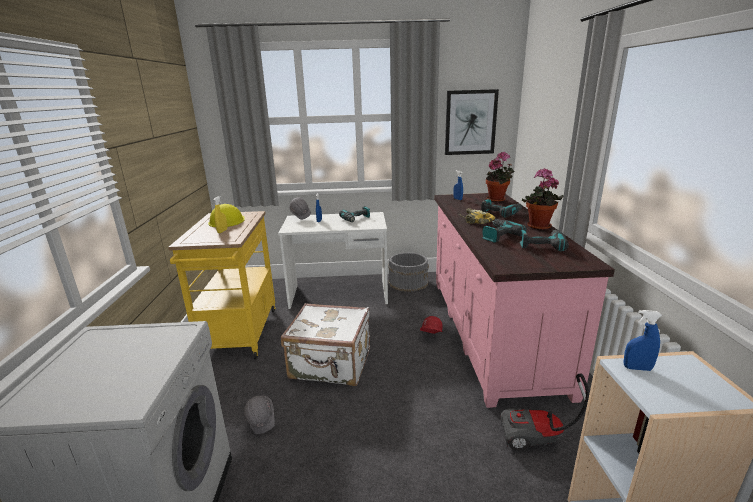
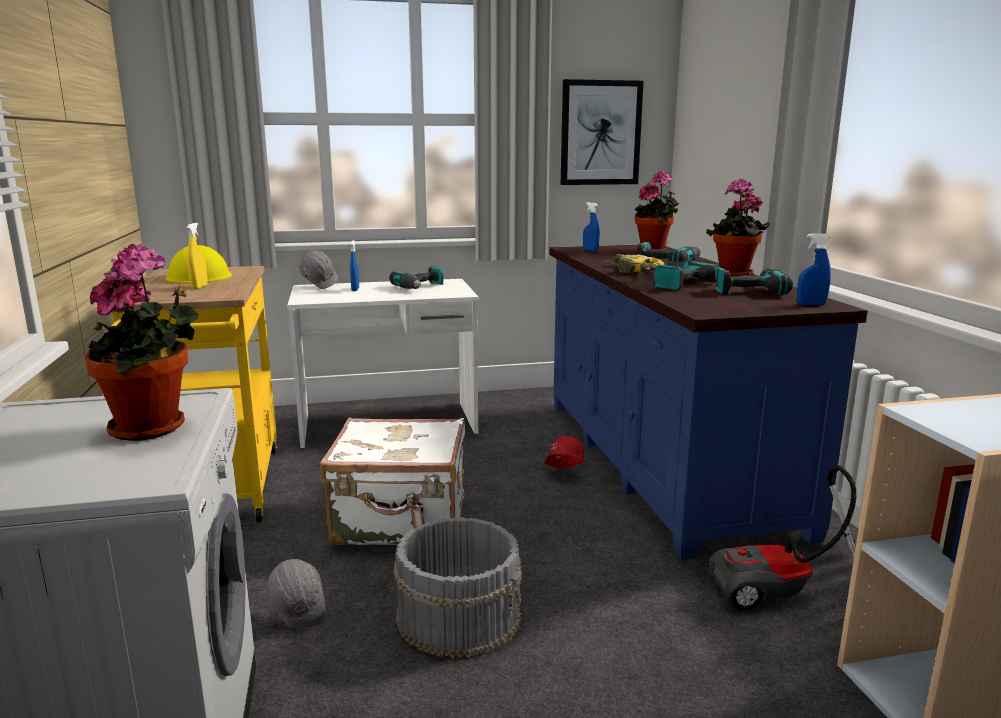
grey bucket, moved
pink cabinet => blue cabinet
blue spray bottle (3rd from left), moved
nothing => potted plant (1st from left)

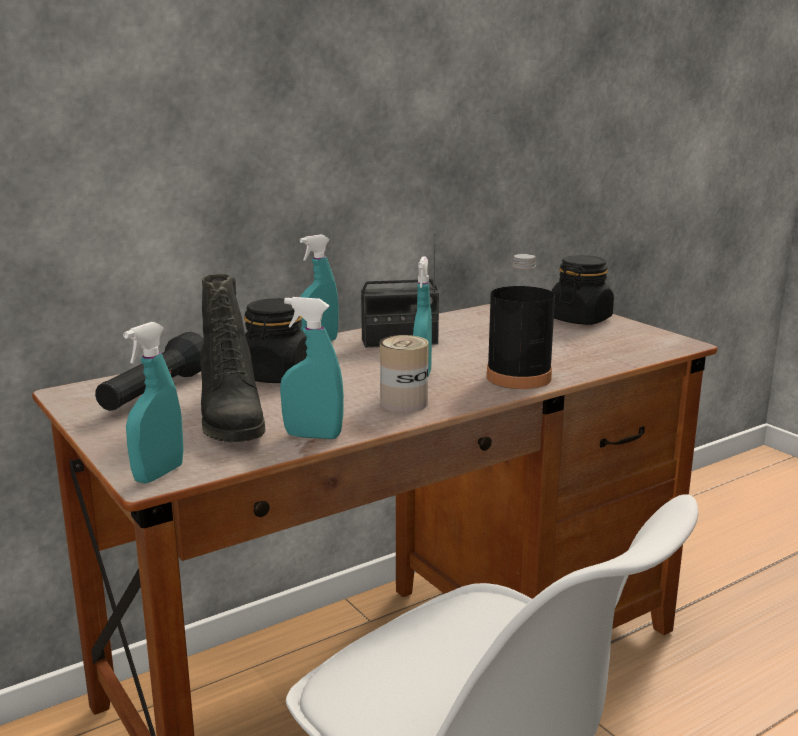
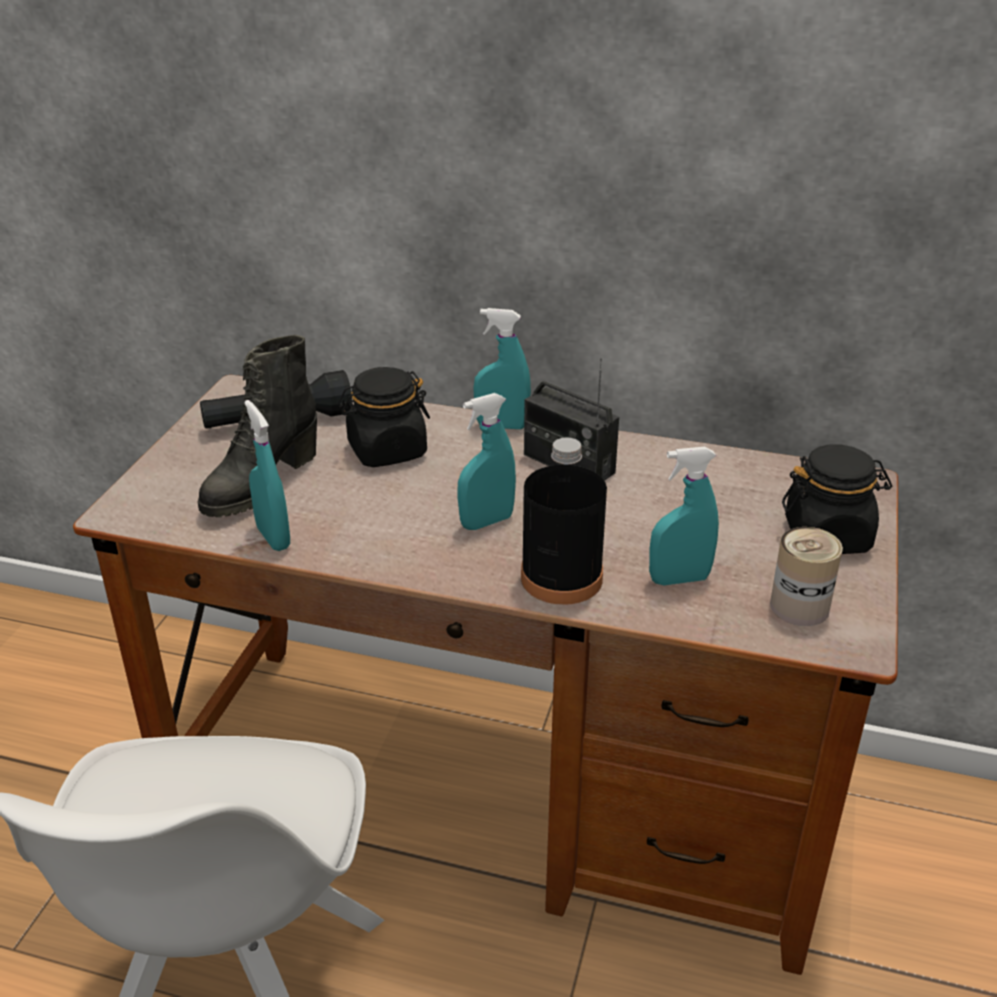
turquoise spray bottle (1st from left in the first image) => turquoise spray bottle (4th from left), moved
can, moved

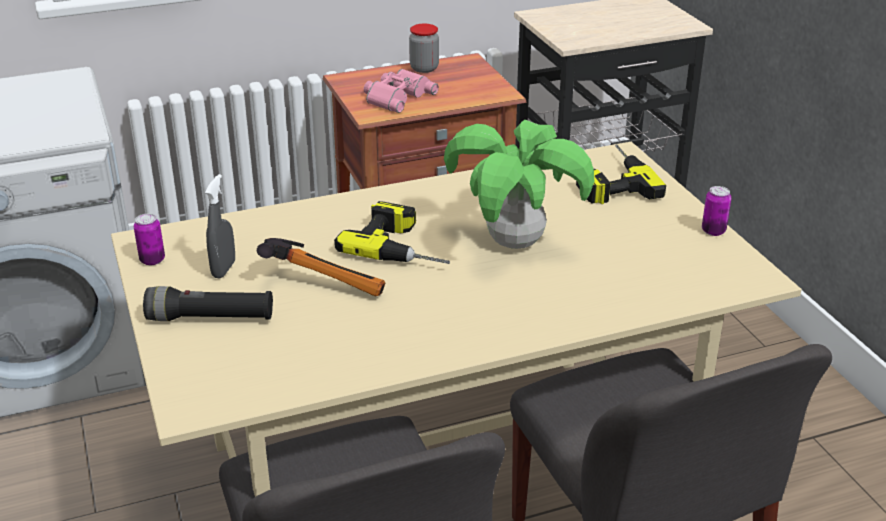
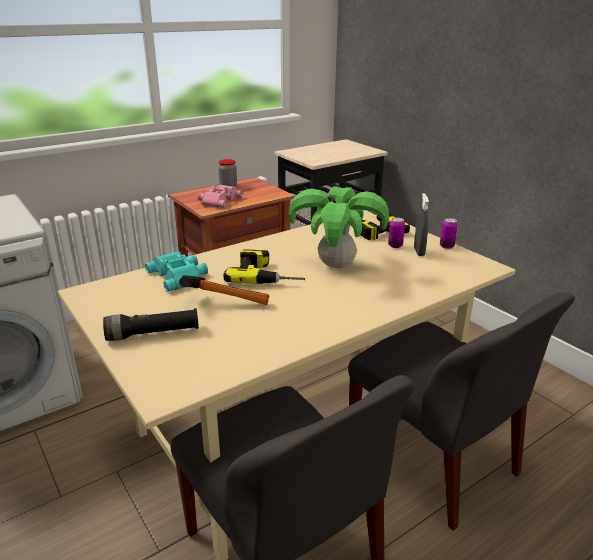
can (1st from left), moved
grey spray bottle, moved
nothing => turquoise binoculars

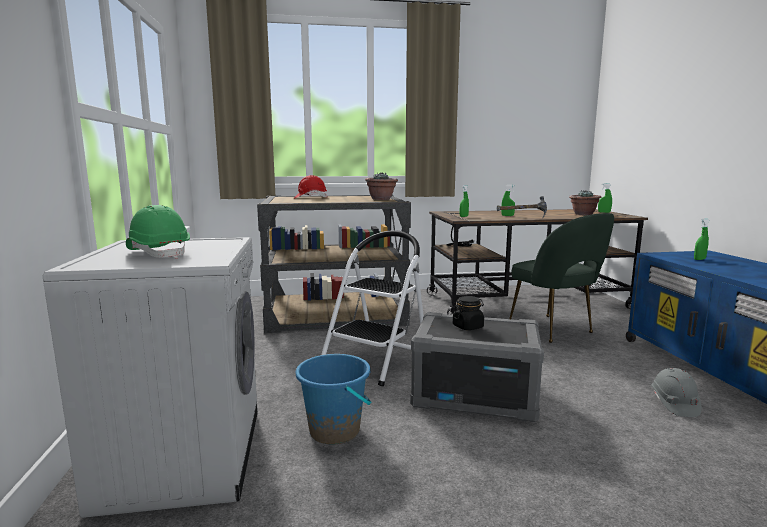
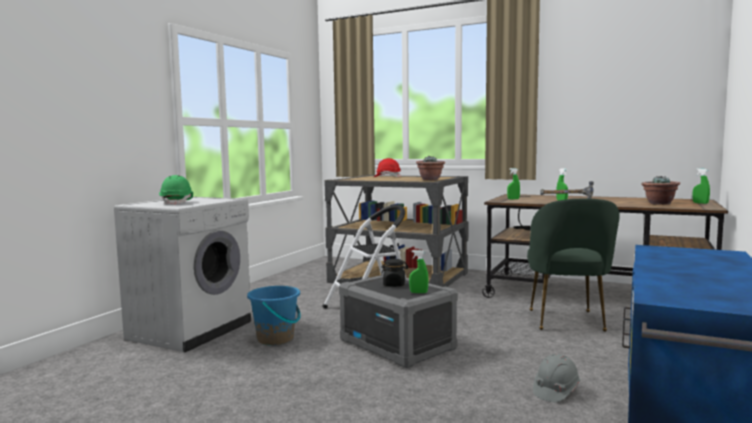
green spray bottle (4th from left in the first image) => green spray bottle (1st from left), moved

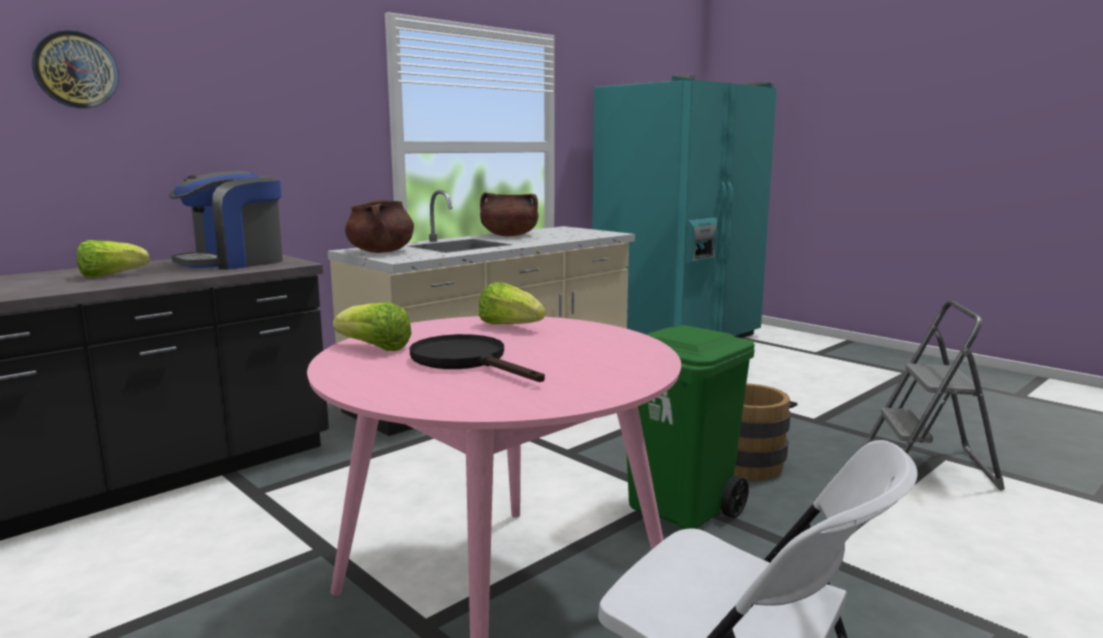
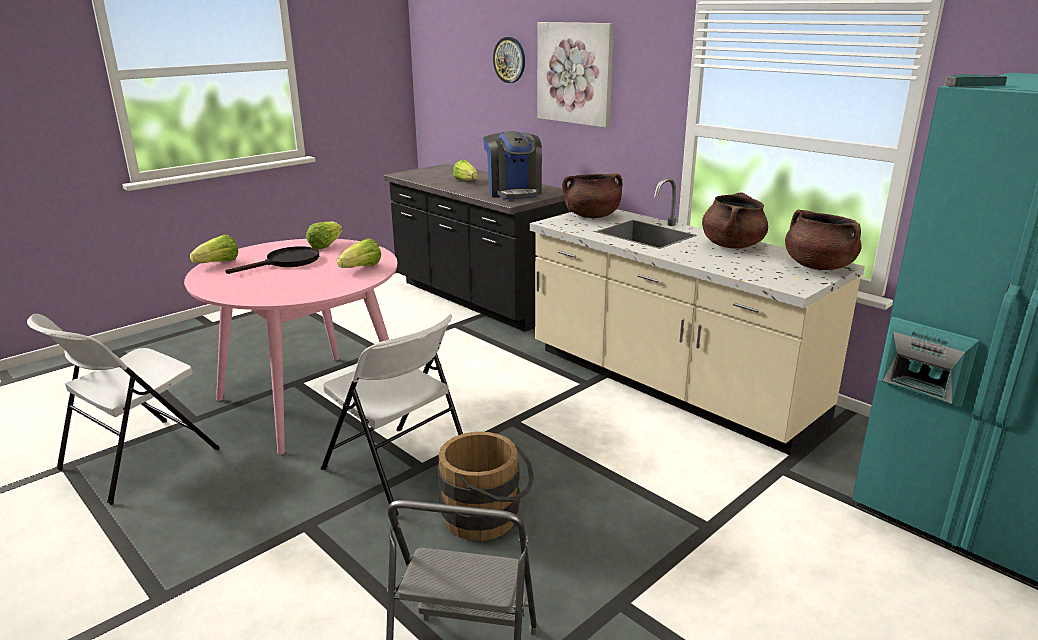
coffee machine, 150 degrees counterclockwise
green trash can => white chair (2nd from left)
nothing => lettuce (1st from left)
nothing => picture
nothing => brown cooking pot (3rd from left)

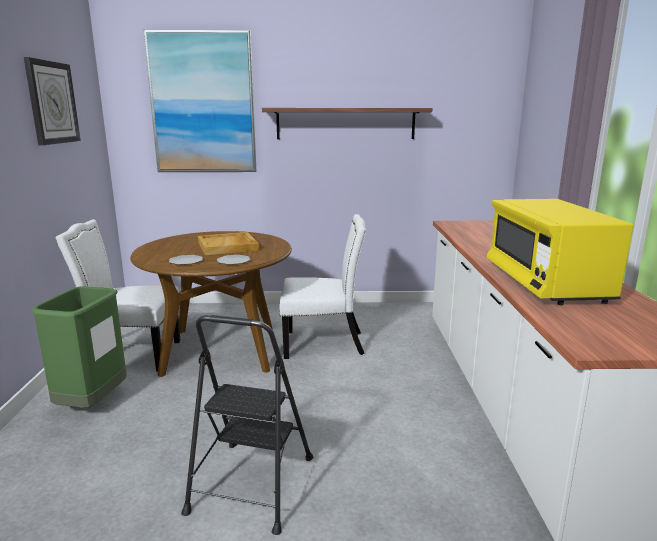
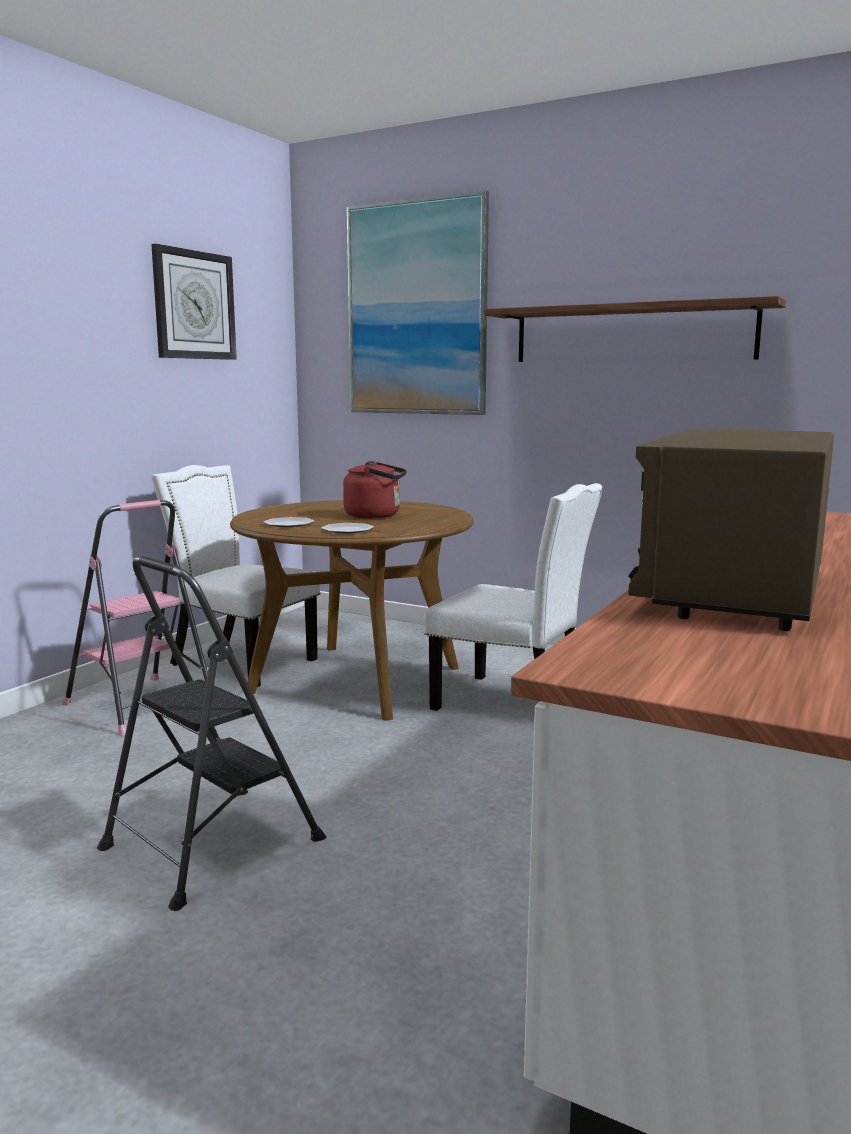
green trash can => pink step ladder
beige tray => red kettle
yellow microwave => brown microwave

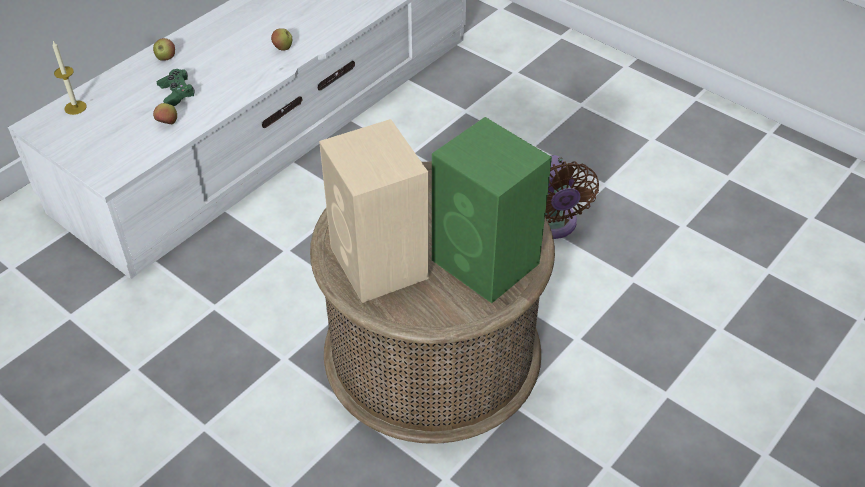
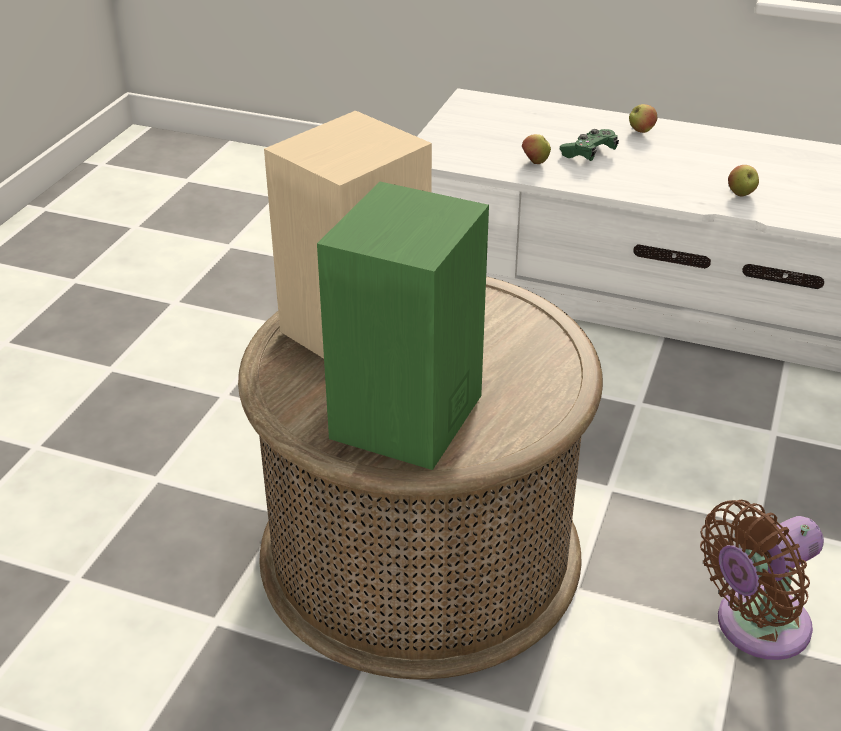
candle => nothing

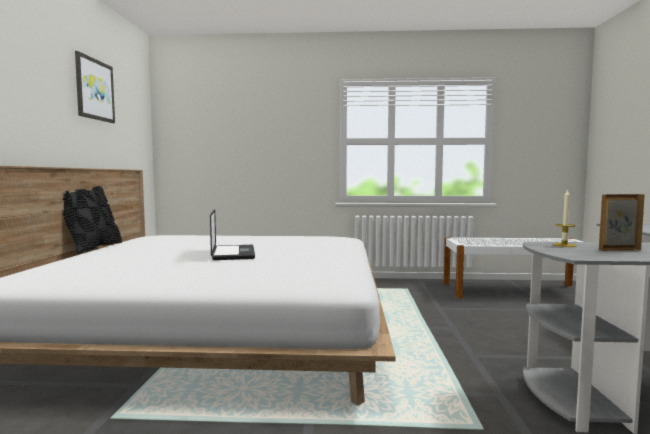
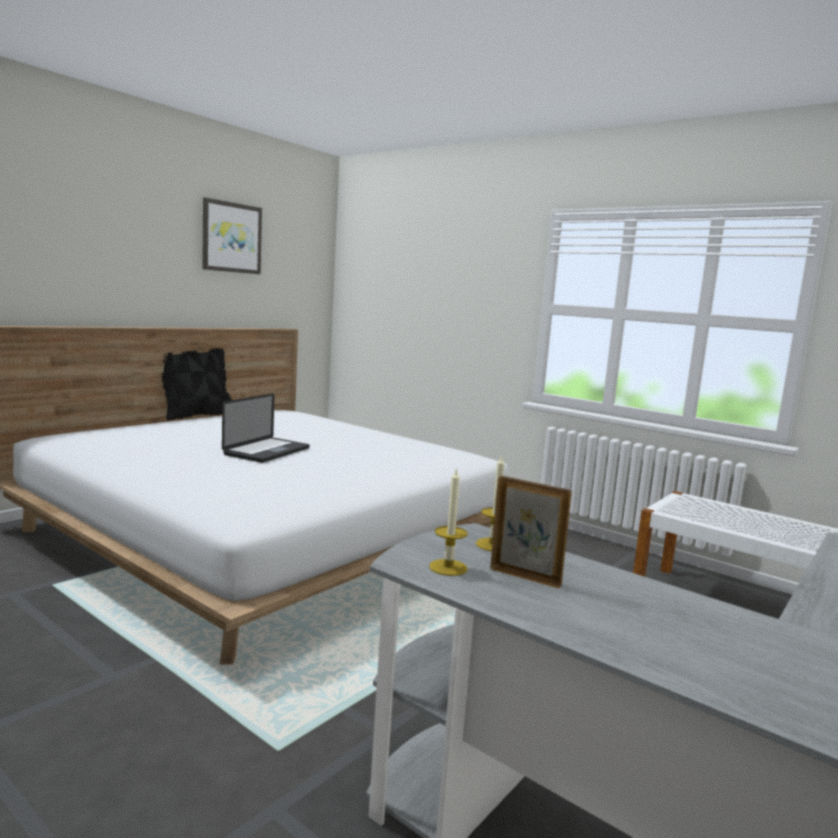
nothing => candle (1st from left)

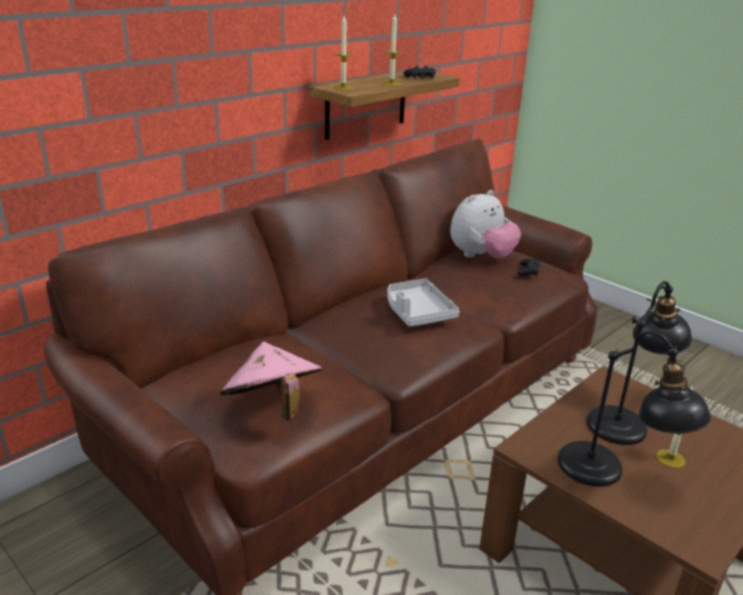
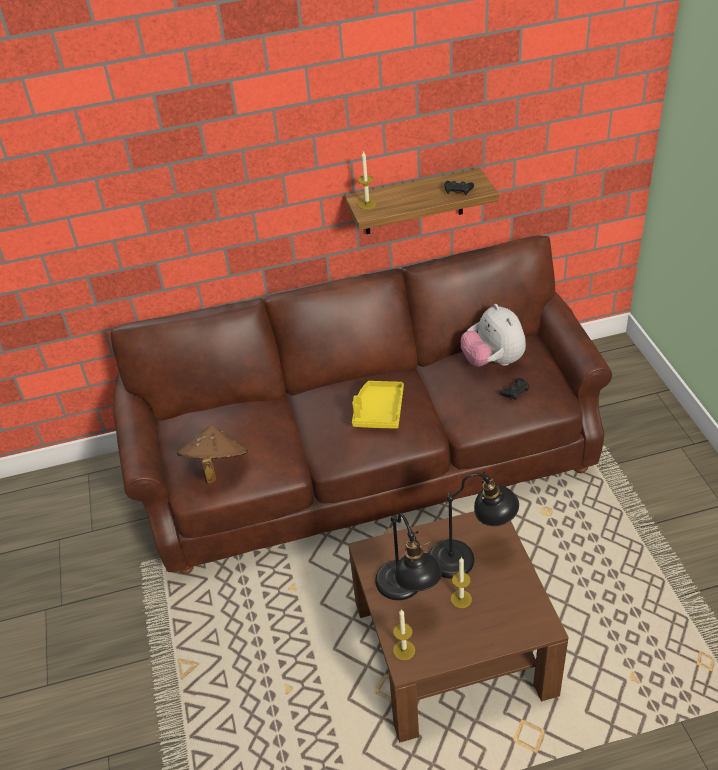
pink hat => brown hat
candle (2nd from left), moved
grey tray => yellow tray
plush toy, 75 degrees clockwise

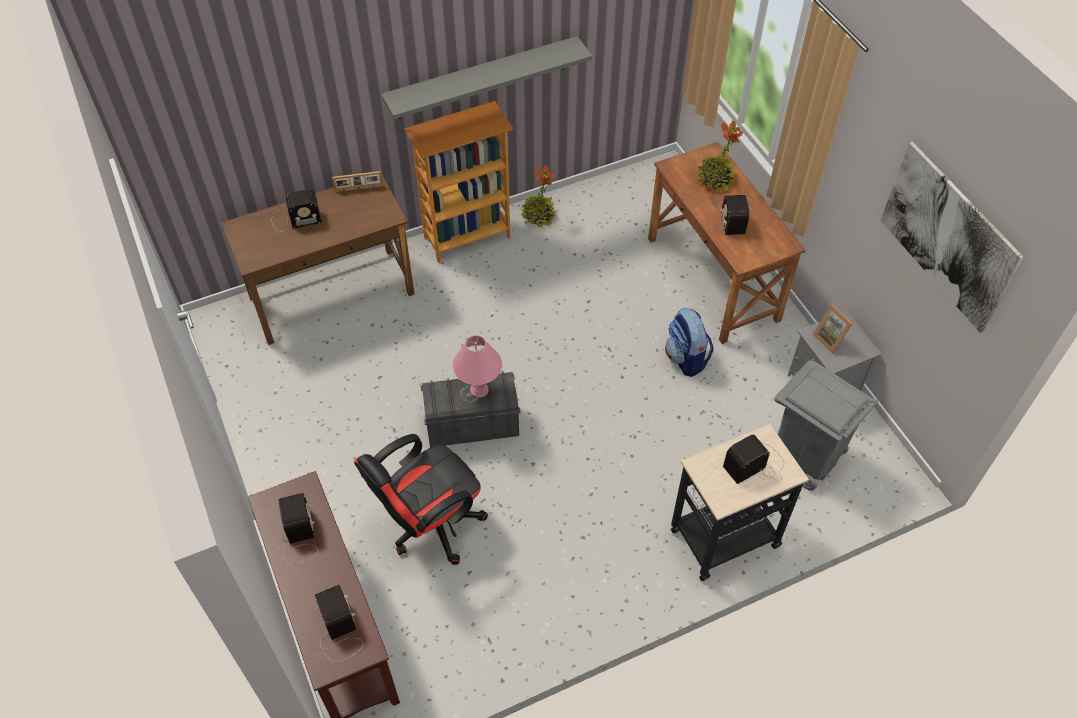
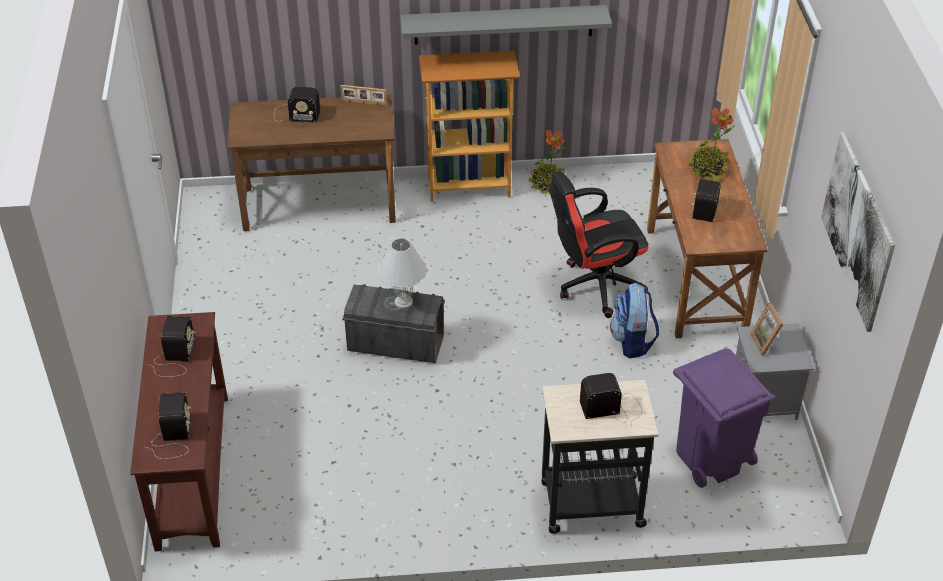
black office chair, moved
pink table lamp => white table lamp
grey trash can => purple trash can

